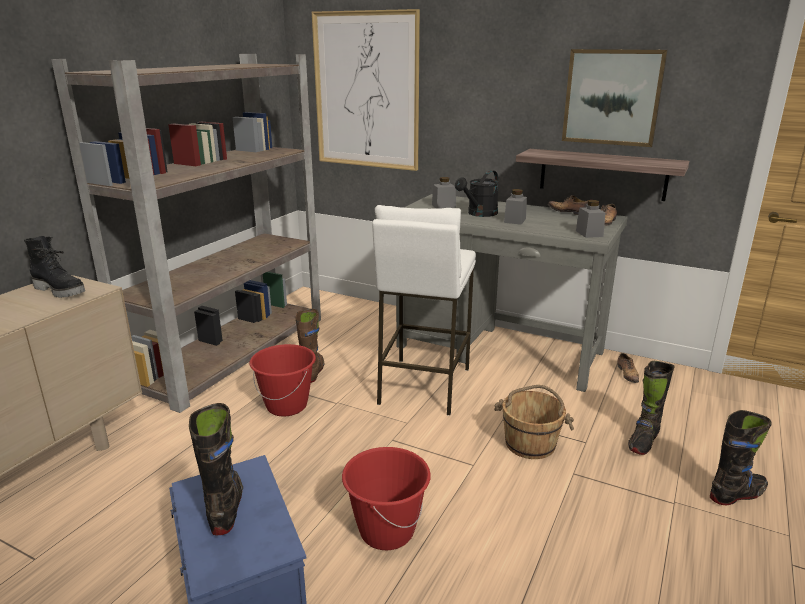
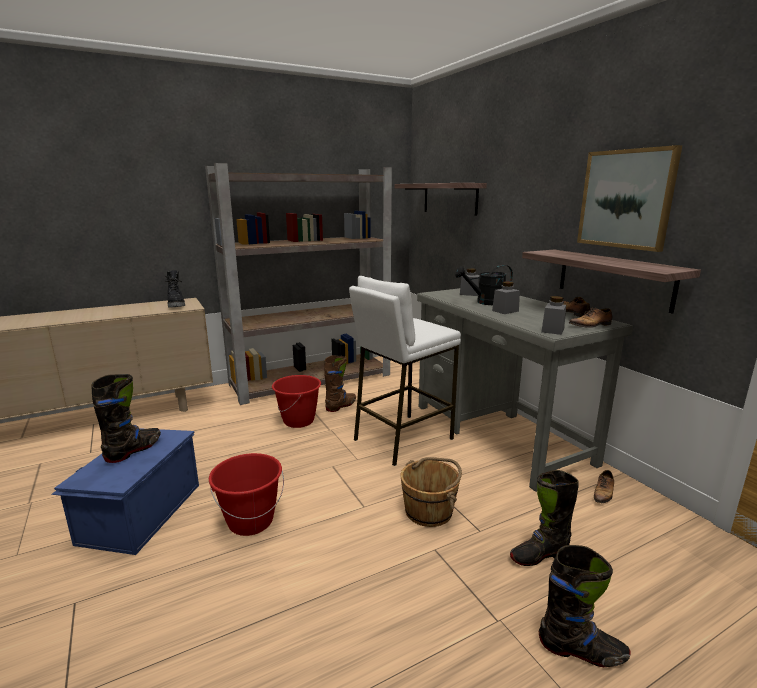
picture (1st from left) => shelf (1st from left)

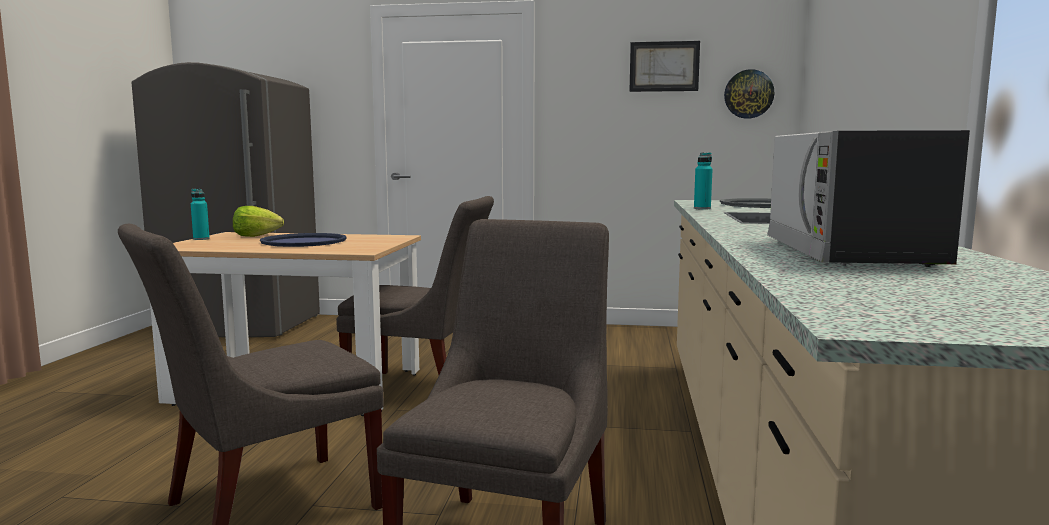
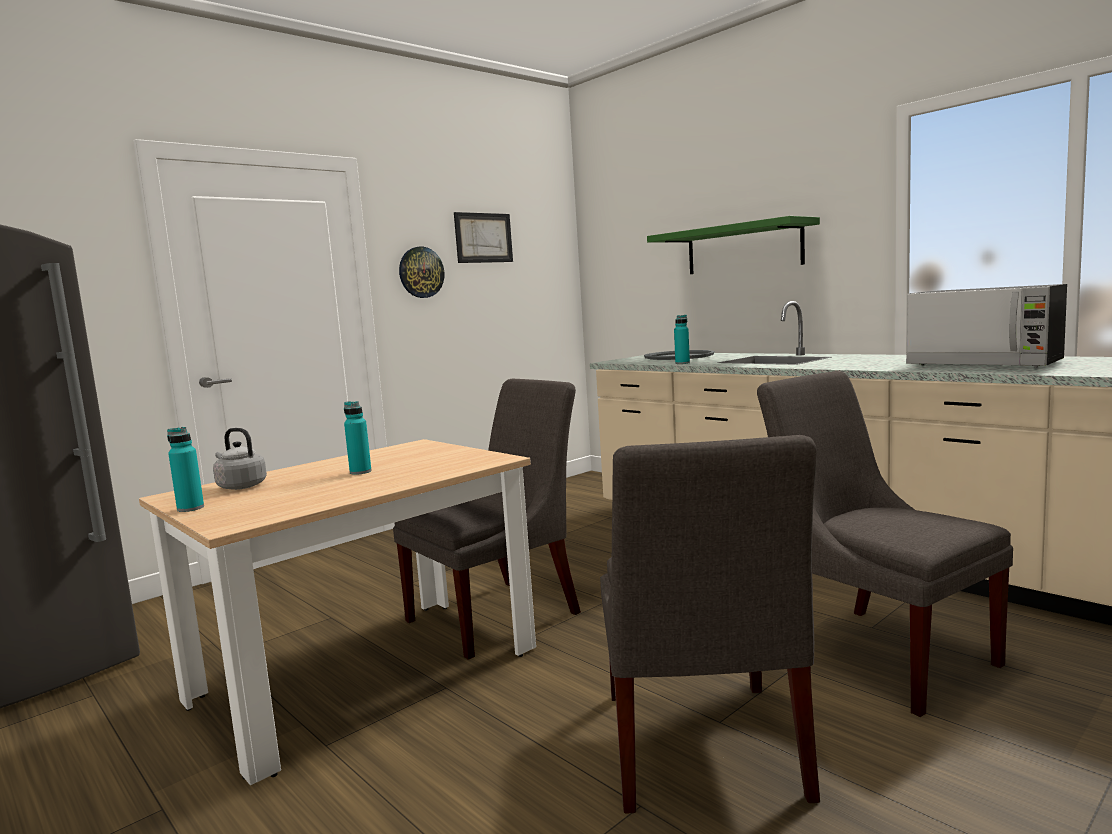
lettuce => grey kettle
blue tray => turquoise bottle (2nd from left)
wall clock, moved
nothing => green shelf

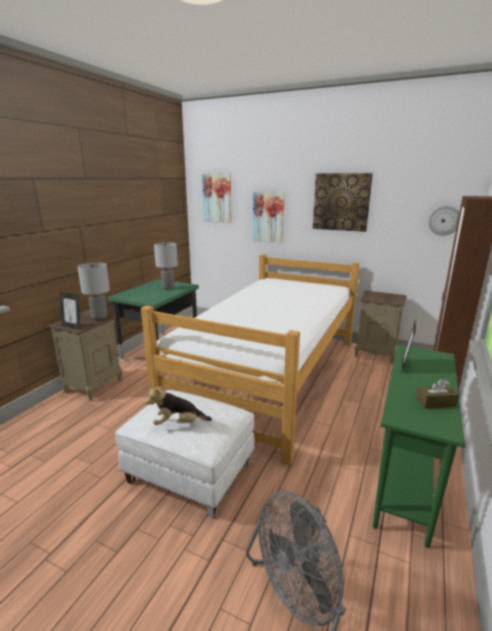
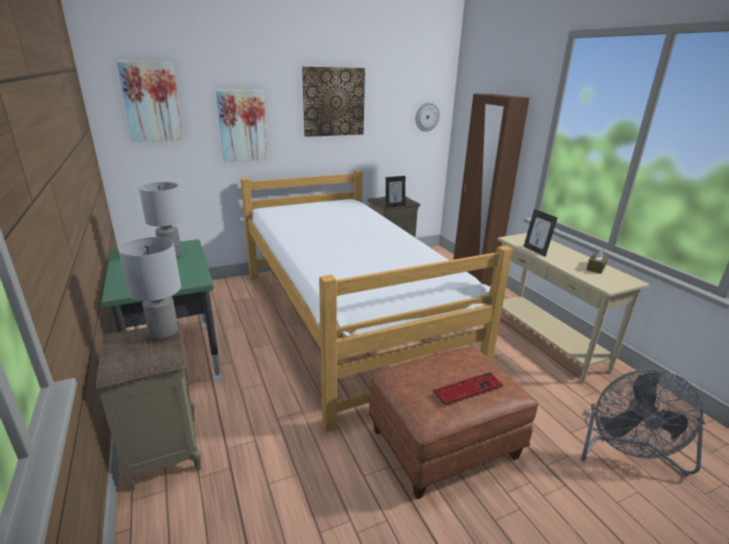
picture frame (1st from left), moved
white ottoman => brown ottoman
plush toy => keyboard
green console table => beige console table

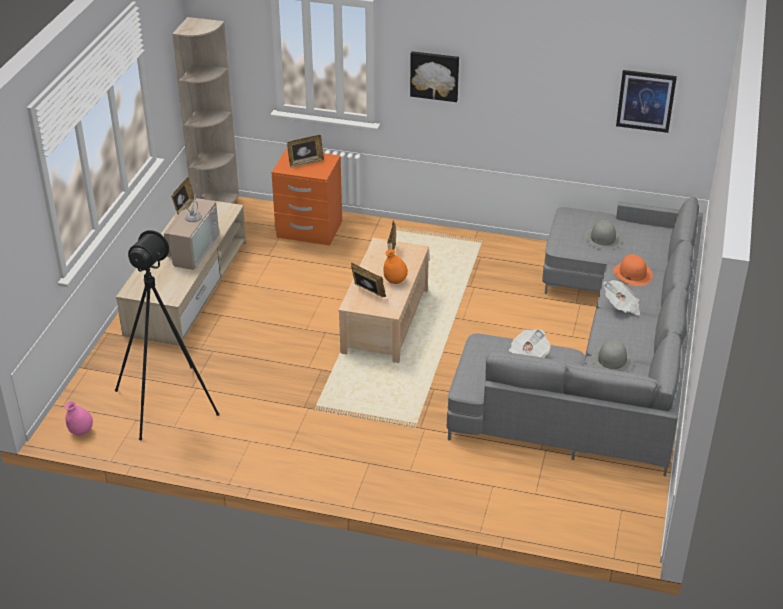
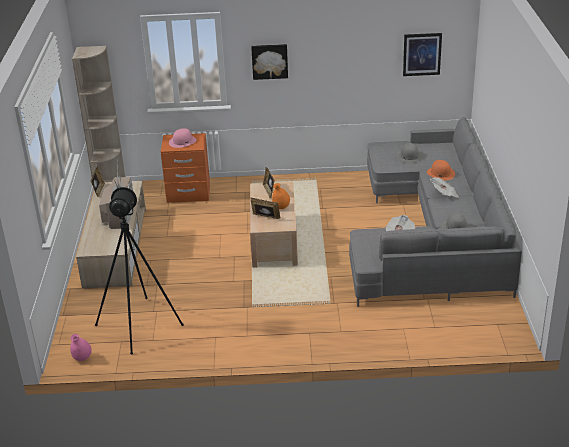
picture frame (2nd from left) => pink hat

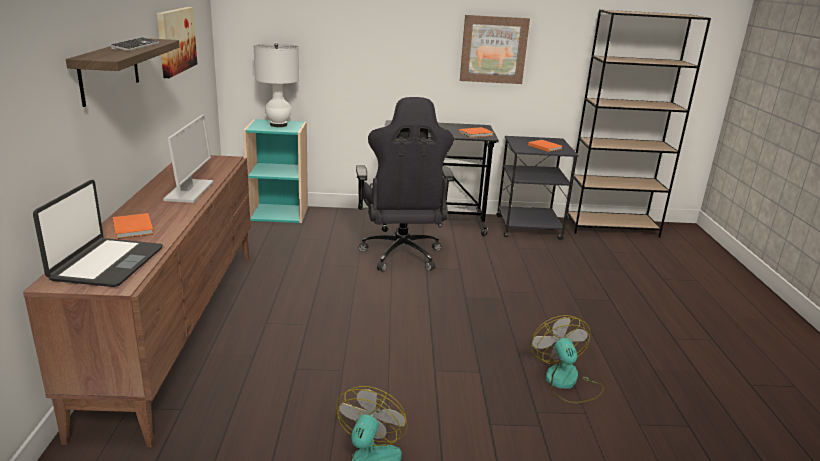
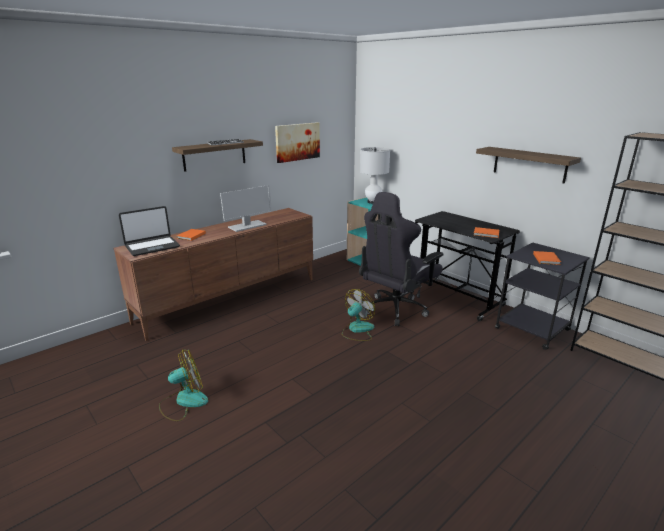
picture (2nd from left) => shelf (2nd from left)
fan (2nd from left), moved

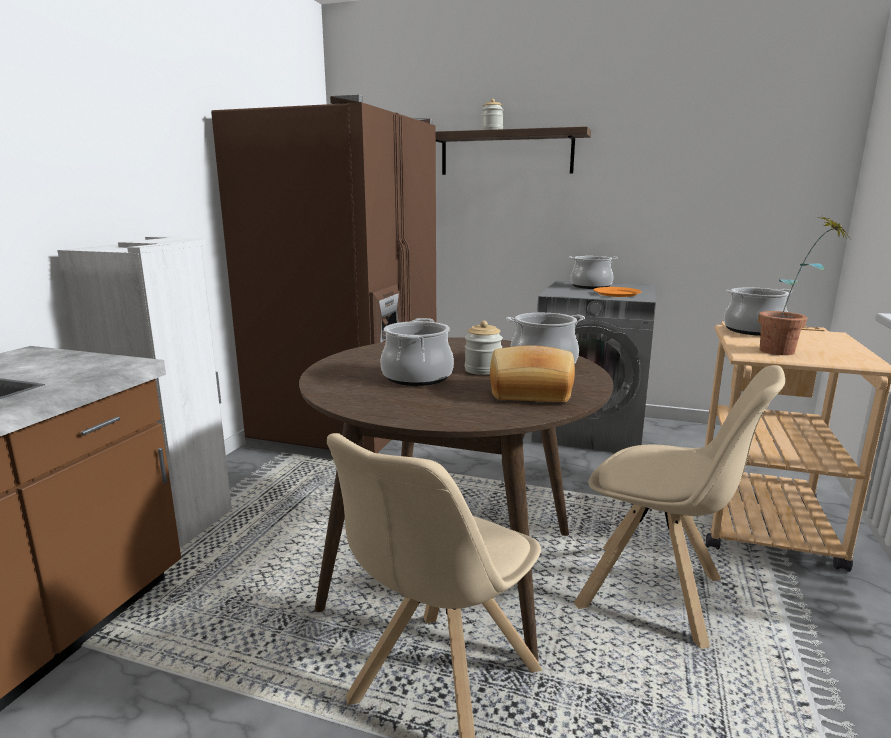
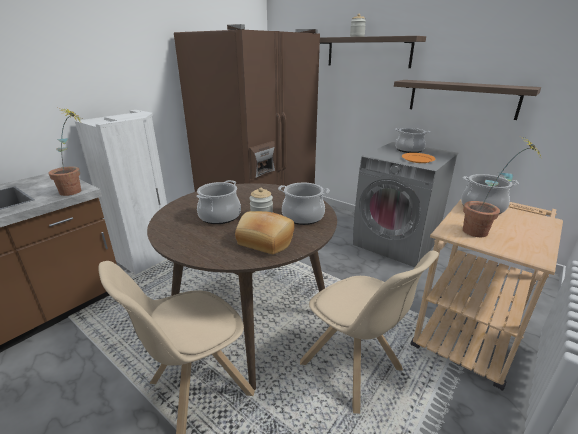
nothing => potted plant (1st from left)
nothing => shelf (2nd from left)

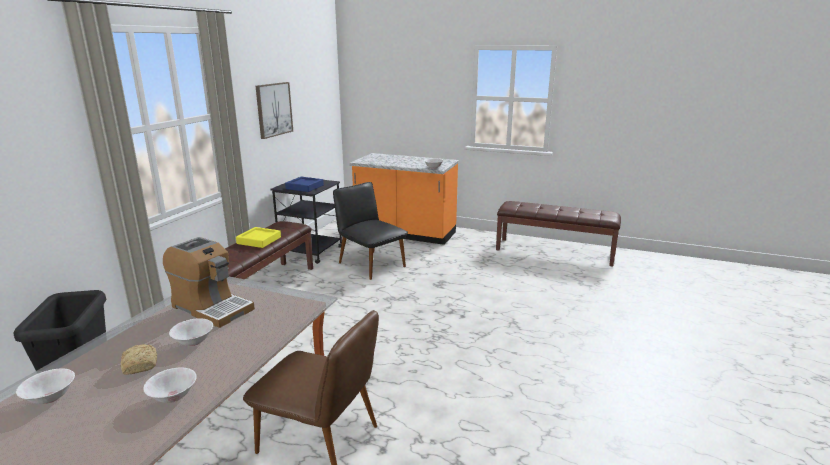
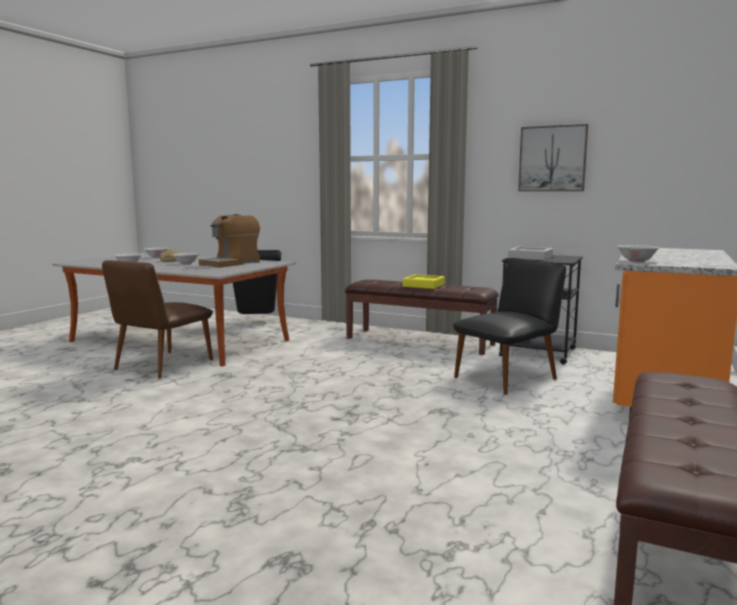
blue tray => grey tray

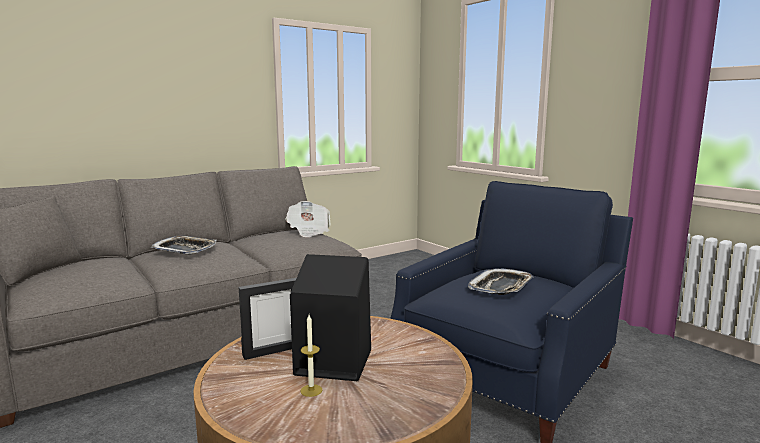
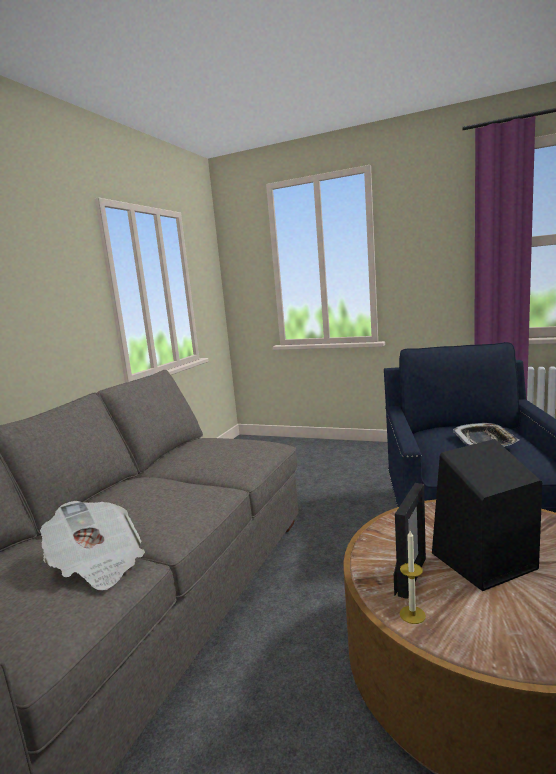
tray (1st from left) => nothing
newspaper, moved
candle, moved

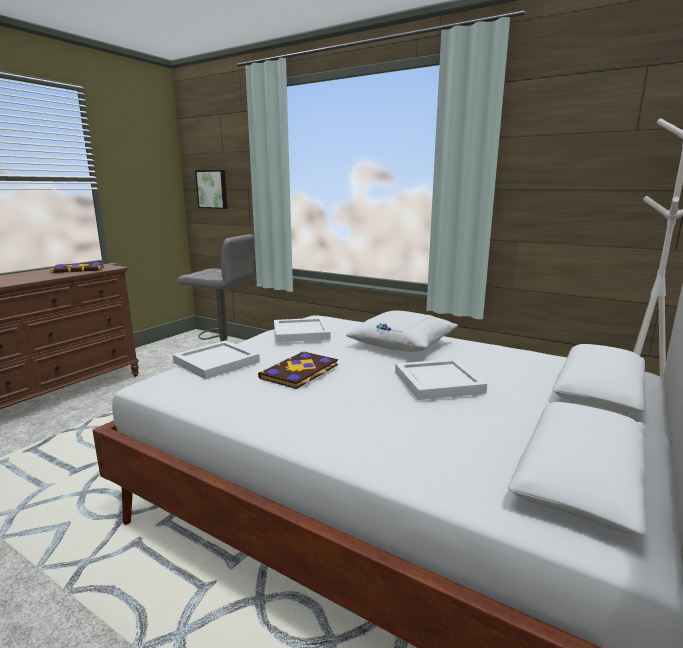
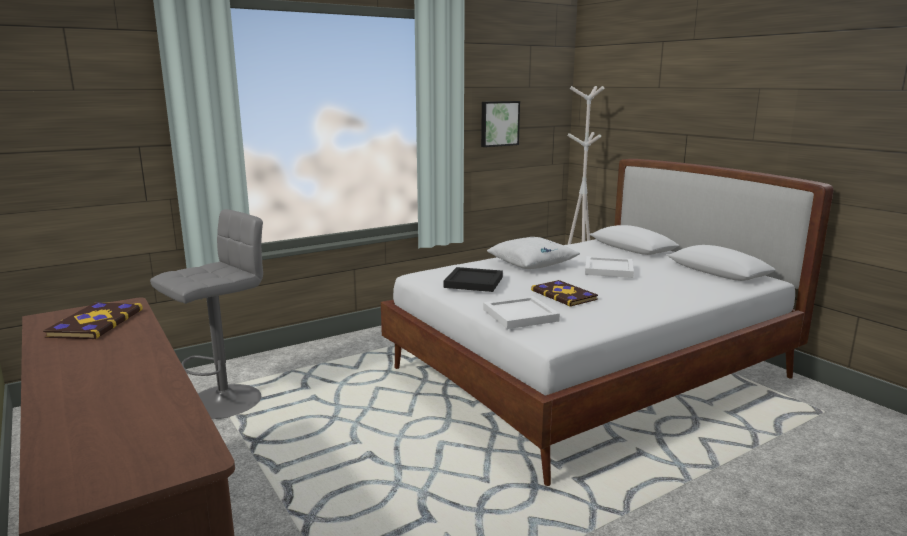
picture, moved
white tray (2nd from left) => black tray

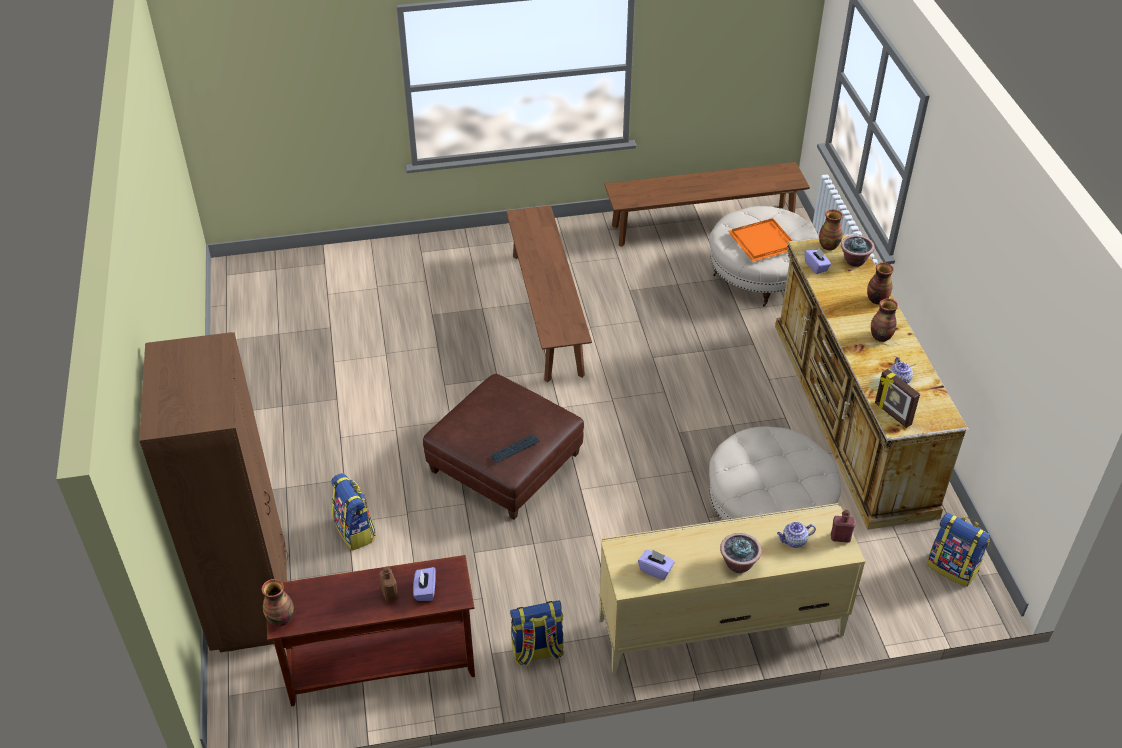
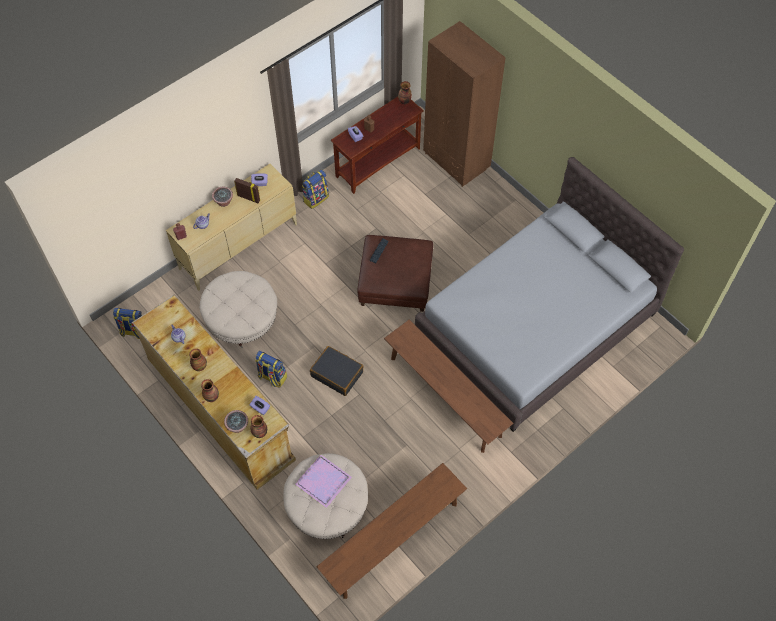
backpack (1st from left in the first image) => backpack (2nd from left), moved
orange tray => purple tray
picture frame, moved
nothing => black suitcase
nothing => grey bed

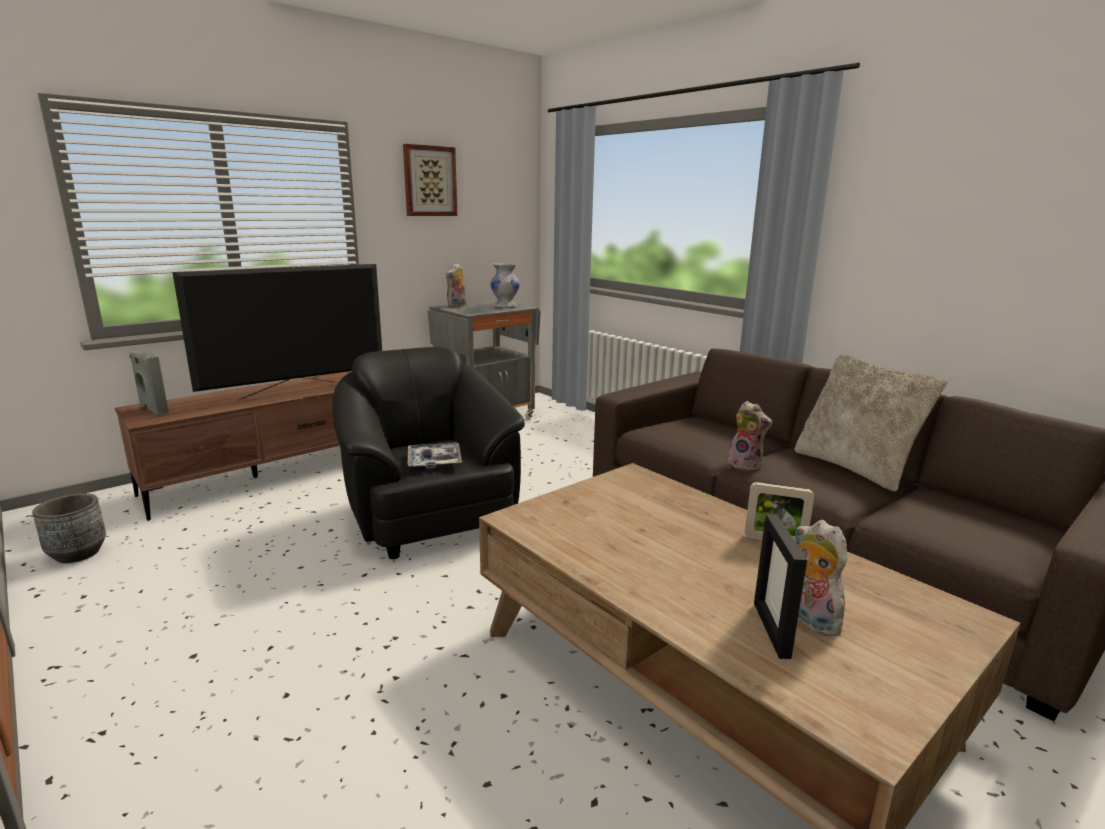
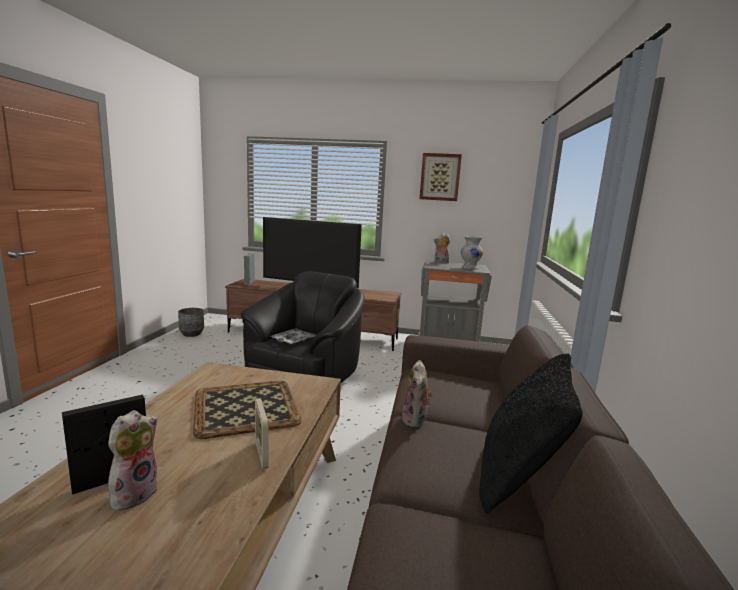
beige pillow => black pillow
nothing => tray (1st from left)

